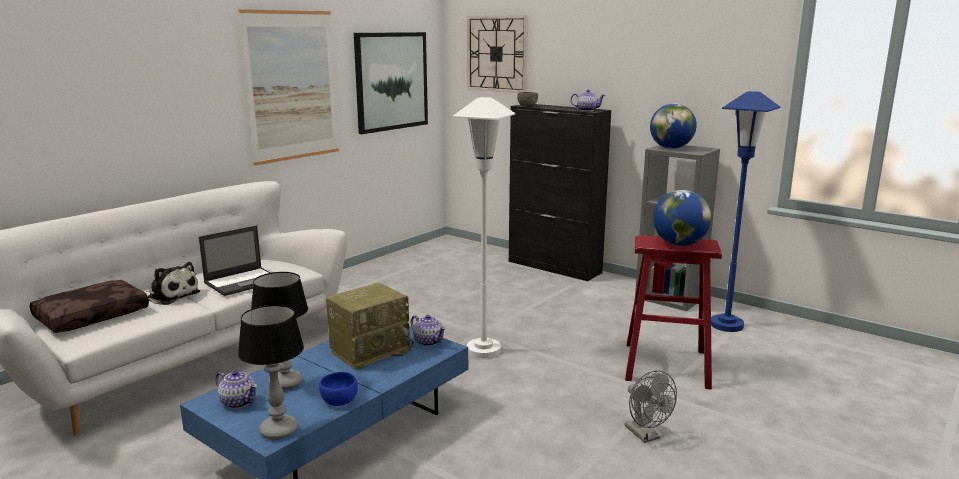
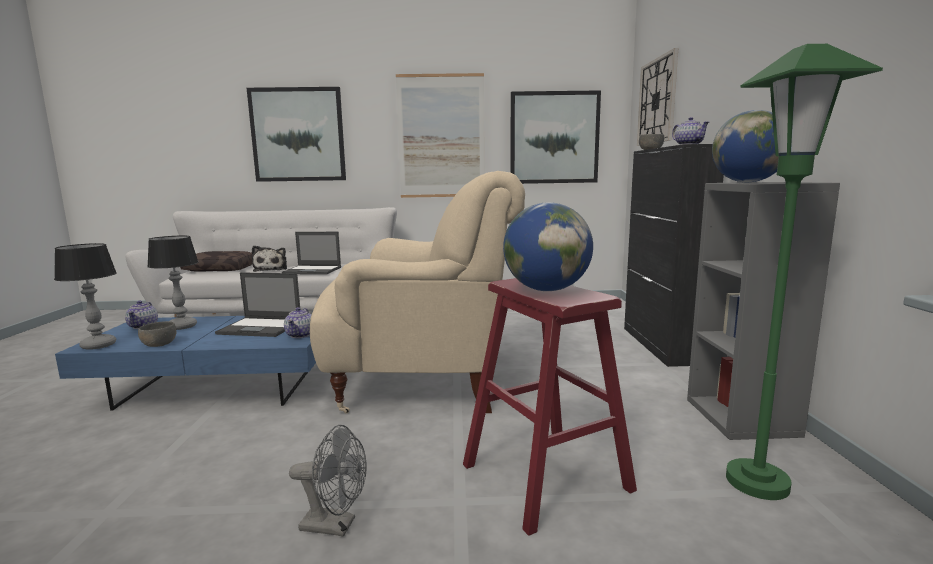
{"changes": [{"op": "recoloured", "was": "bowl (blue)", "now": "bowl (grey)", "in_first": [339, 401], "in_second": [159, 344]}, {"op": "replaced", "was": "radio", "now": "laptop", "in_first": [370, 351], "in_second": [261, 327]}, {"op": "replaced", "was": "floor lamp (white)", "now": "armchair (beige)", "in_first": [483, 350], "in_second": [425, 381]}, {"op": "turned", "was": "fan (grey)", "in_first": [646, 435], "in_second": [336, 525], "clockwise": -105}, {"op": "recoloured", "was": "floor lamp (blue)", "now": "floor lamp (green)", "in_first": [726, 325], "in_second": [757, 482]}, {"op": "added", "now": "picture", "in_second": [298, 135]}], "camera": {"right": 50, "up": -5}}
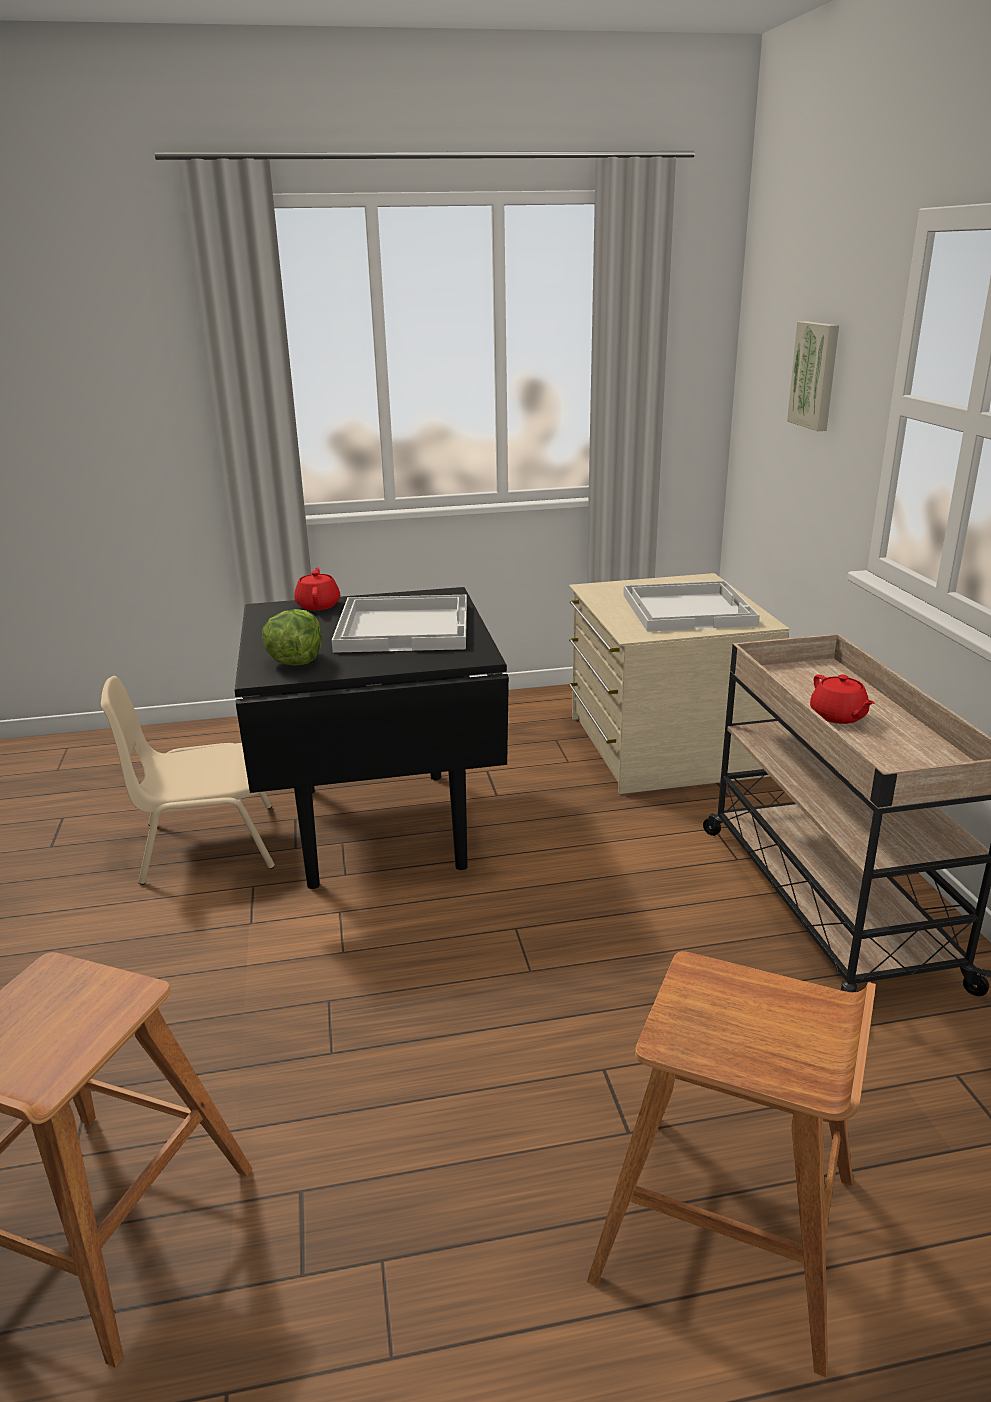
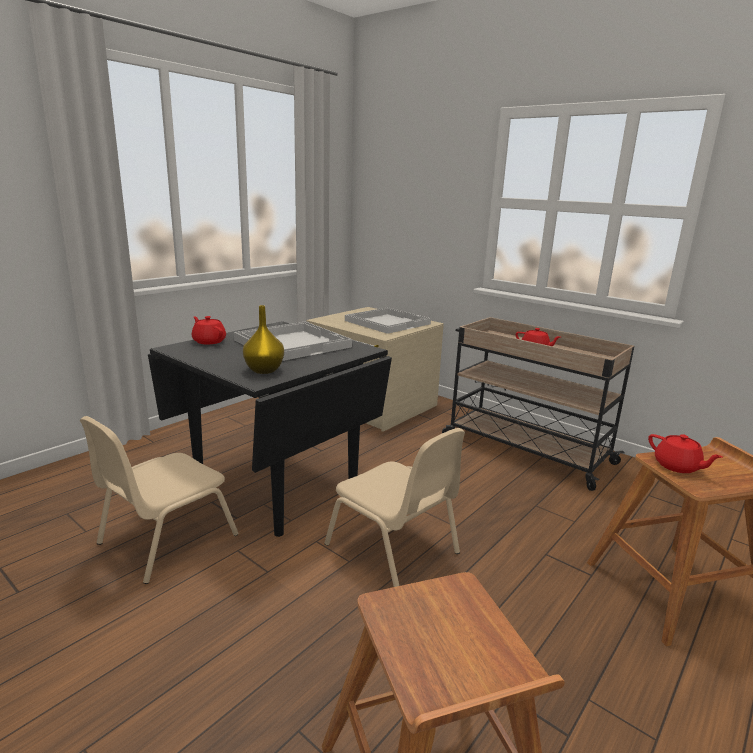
{"changes": [{"op": "replaced", "was": "lettuce", "now": "vase (yellow)", "in_first": [295, 662], "in_second": [264, 370]}, {"op": "removed", "was": "picture", "in_first": [816, 375]}, {"op": "added", "now": "chair (beige)", "in_second": [394, 549]}, {"op": "added", "now": "teapot (red)", "in_second": [677, 466]}], "camera": {"right": -40, "up": -5}}
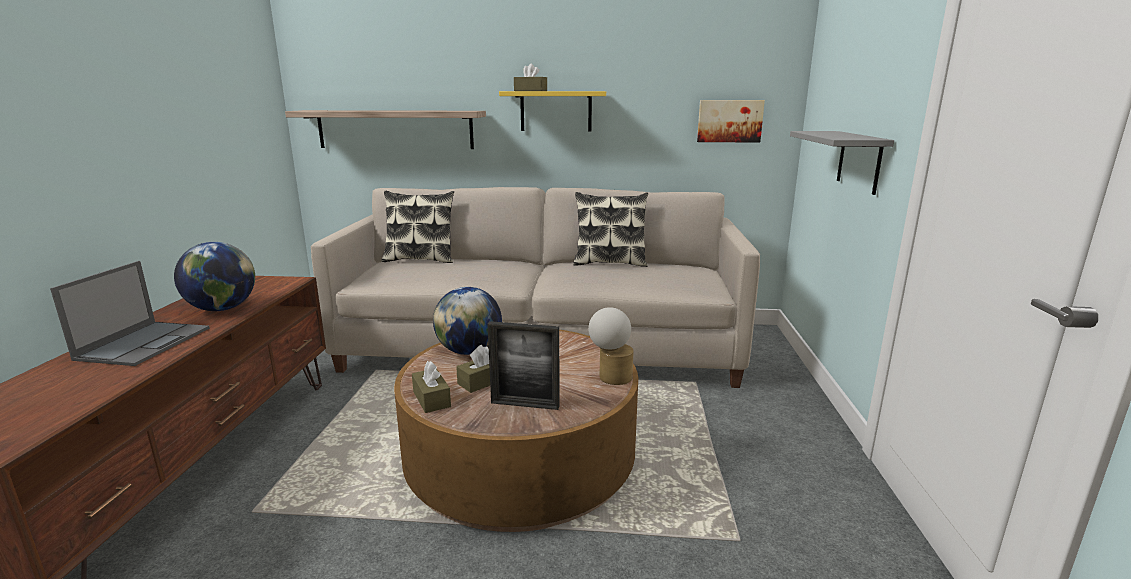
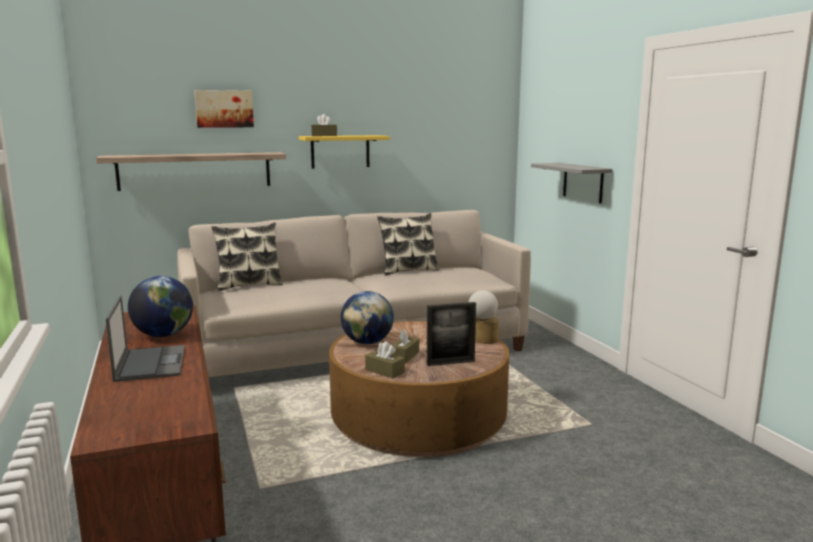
{"changes": [{"op": "moved", "was": "picture", "in_first": [729, 121], "in_second": [224, 109]}], "camera": {"right": -25, "up": -5}}
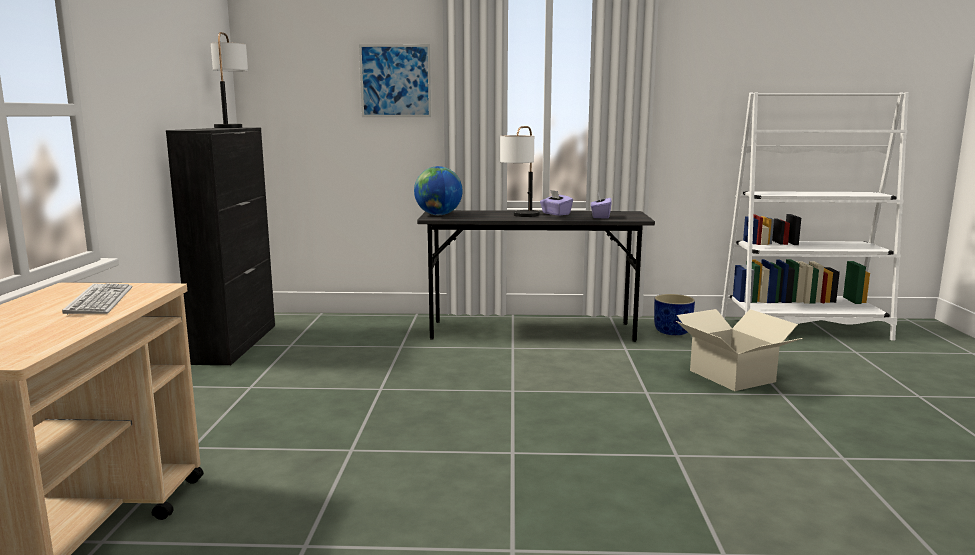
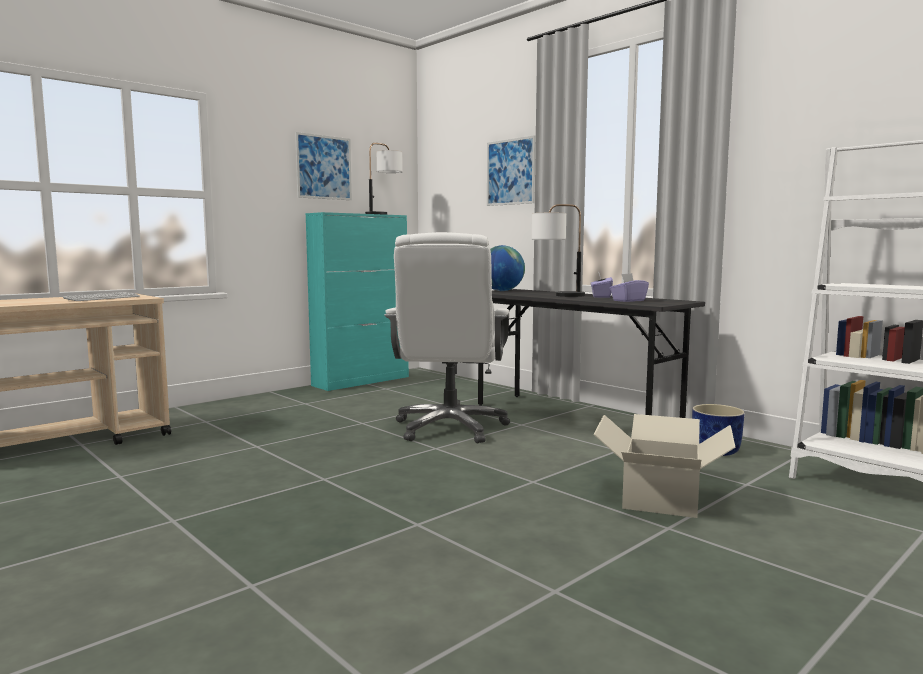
{"changes": [{"op": "recoloured", "was": "cabinet (black)", "now": "cabinet (turquoise)", "in_first": [236, 343], "in_second": [362, 381]}, {"op": "added", "now": "picture", "in_second": [324, 167]}, {"op": "added", "now": "office chair (white)", "in_second": [450, 428]}], "camera": {"right": 45, "up": -5}}
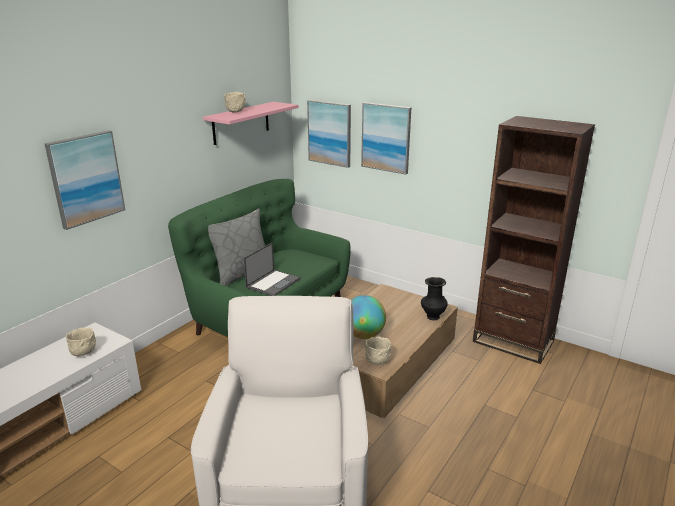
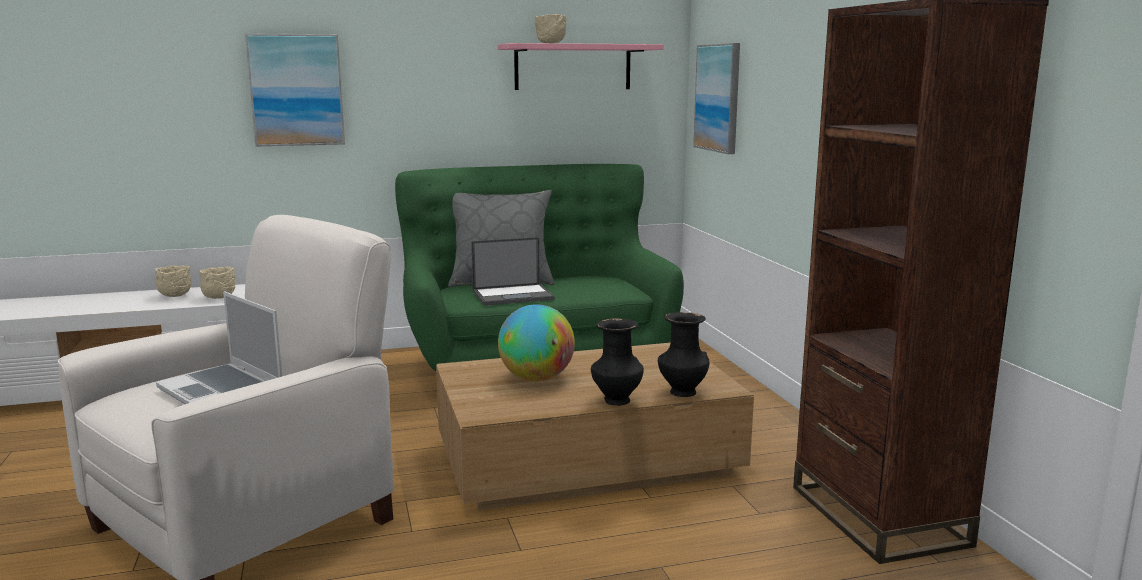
{"changes": [{"op": "removed", "was": "picture", "in_first": [386, 137]}, {"op": "moved", "was": "bowl (beige)", "in_first": [377, 362], "in_second": [174, 296]}, {"op": "added", "now": "laptop", "in_second": [223, 392]}, {"op": "added", "now": "vase (black)", "in_second": [616, 401]}], "camera": {"right": 40, "up": -10}}
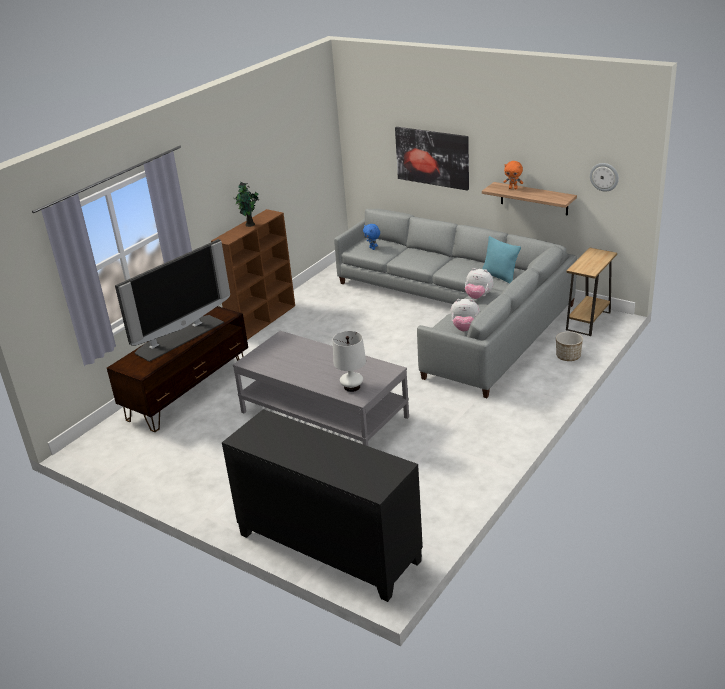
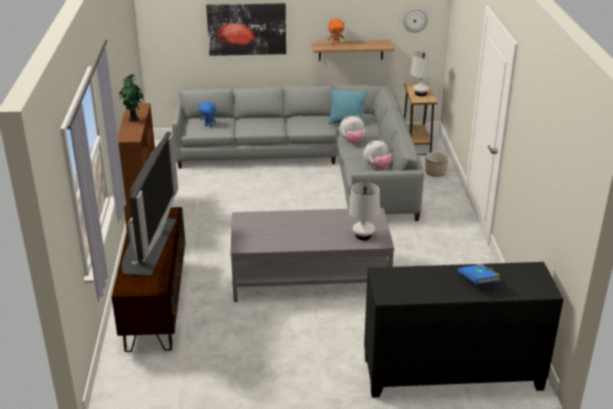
{"changes": [{"op": "added", "now": "table lamp (white)", "in_second": [420, 93]}, {"op": "added", "now": "book (blue)", "in_second": [478, 281]}], "camera": {"right": -40, "up": 0}}
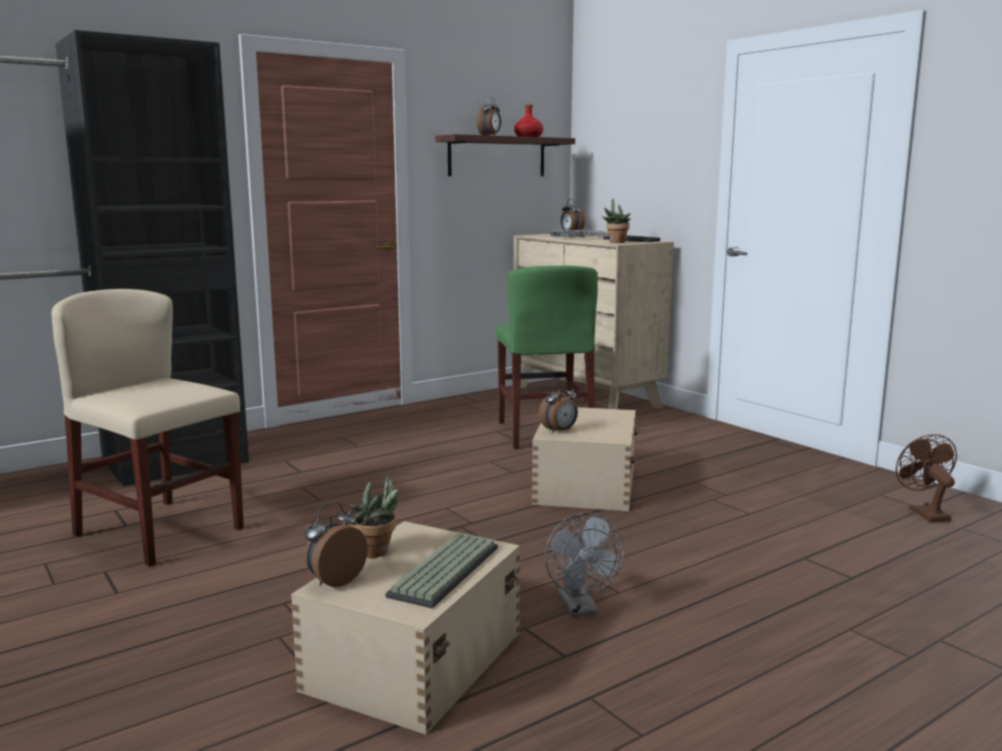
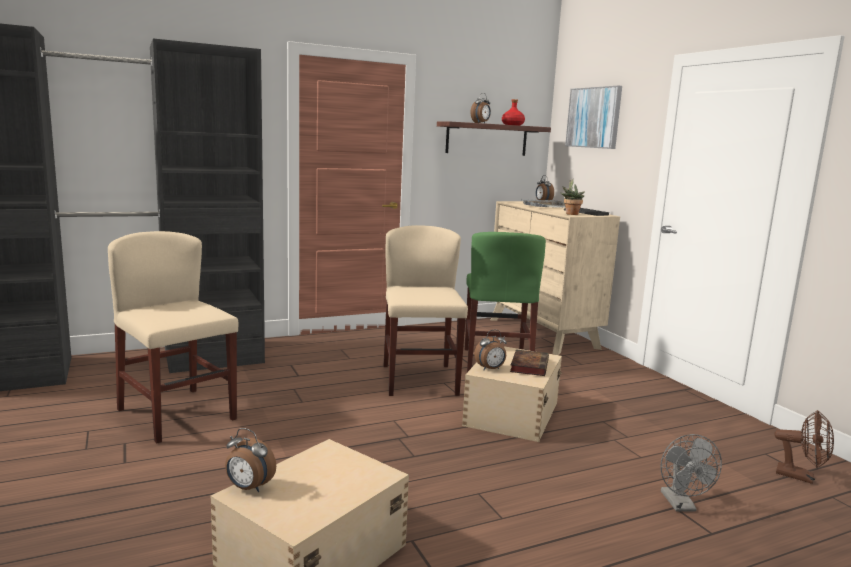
{"changes": [{"op": "turned", "was": "alarm clock", "in_first": [335, 580], "in_second": [248, 488], "clockwise": -120}, {"op": "removed", "was": "potted plant", "in_first": [378, 553]}, {"op": "removed", "was": "keyboard", "in_first": [446, 572]}, {"op": "moved", "was": "fan (grey)", "in_first": [580, 609], "in_second": [681, 505]}, {"op": "turned", "was": "fan (brown)", "in_first": [924, 513], "in_second": [801, 477], "clockwise": 120}, {"op": "added", "now": "chair (beige)", "in_second": [419, 380]}, {"op": "added", "now": "book", "in_second": [529, 365]}, {"op": "added", "now": "picture", "in_second": [594, 117]}], "camera": {"right": 10, "up": 0}}
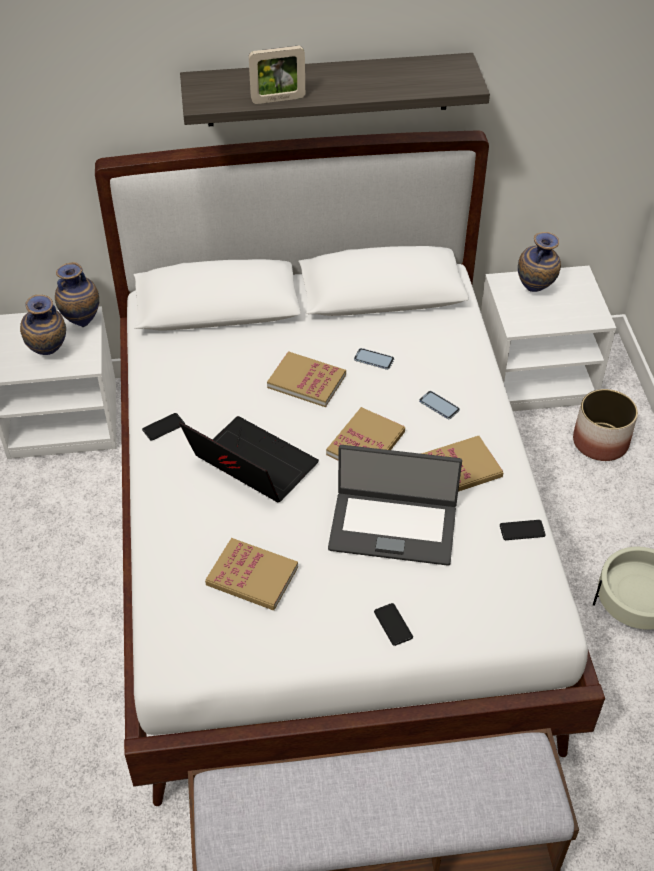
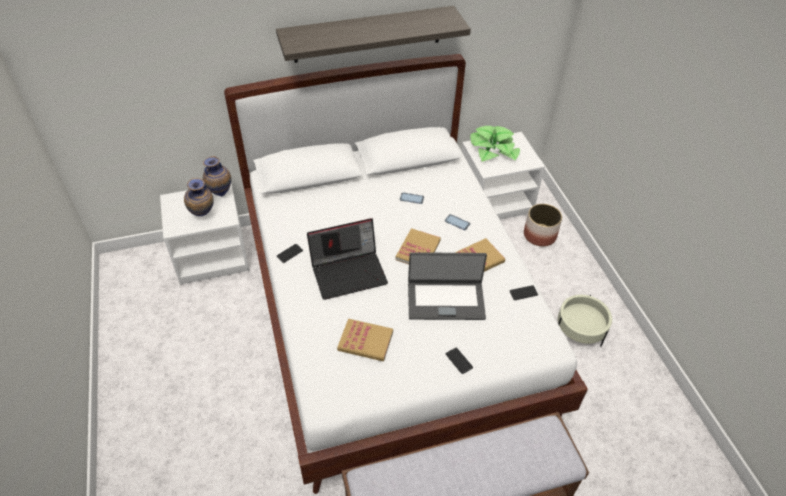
{"changes": [{"op": "turned", "was": "laptop", "in_first": [250, 466], "in_second": [349, 272], "clockwise": 135}, {"op": "removed", "was": "picture frame", "in_first": [278, 99]}, {"op": "removed", "was": "book", "in_first": [306, 381]}, {"op": "replaced", "was": "vase", "now": "potted plant", "in_first": [535, 291], "in_second": [493, 149]}], "camera": {"right": -10, "up": 0}}
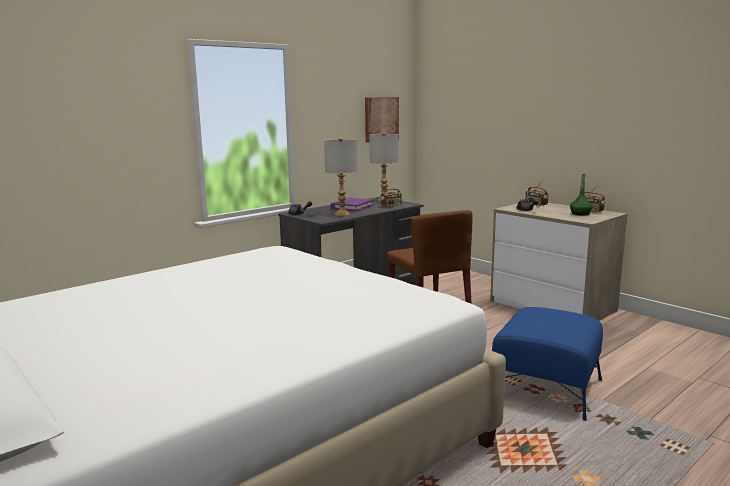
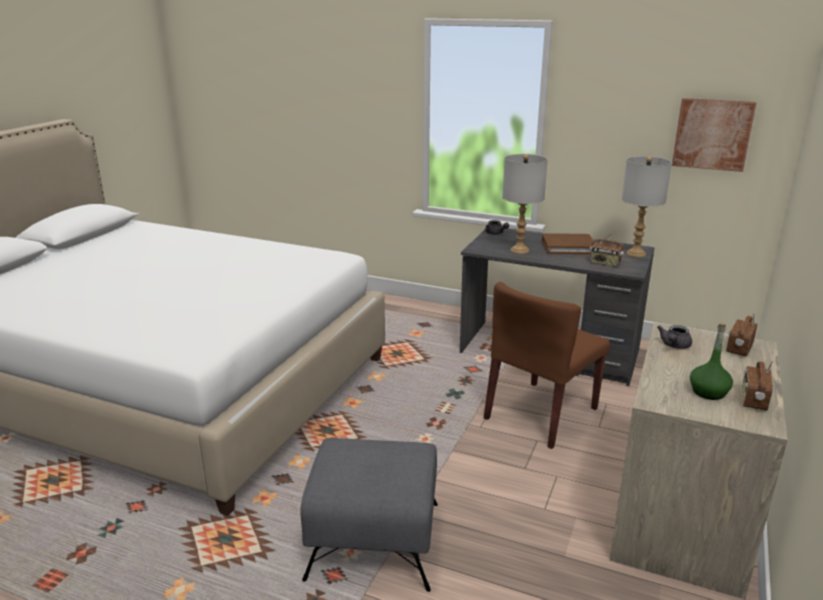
{"changes": [{"op": "recoloured", "was": "book (purple)", "now": "book (brown)", "in_first": [352, 207], "in_second": [568, 247]}, {"op": "recoloured", "was": "ottoman (blue)", "now": "ottoman (grey)", "in_first": [544, 388], "in_second": [373, 539]}], "camera": {"right": 65, "up": 10}}
